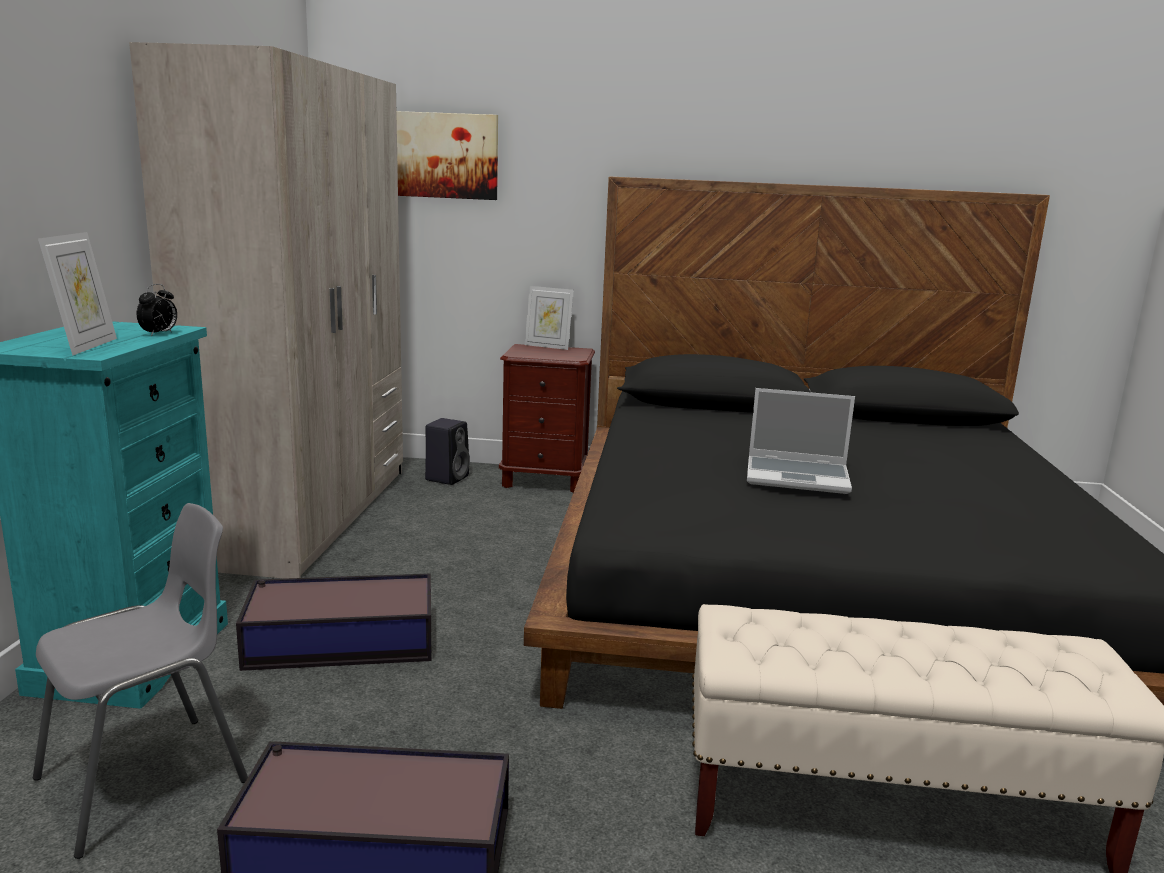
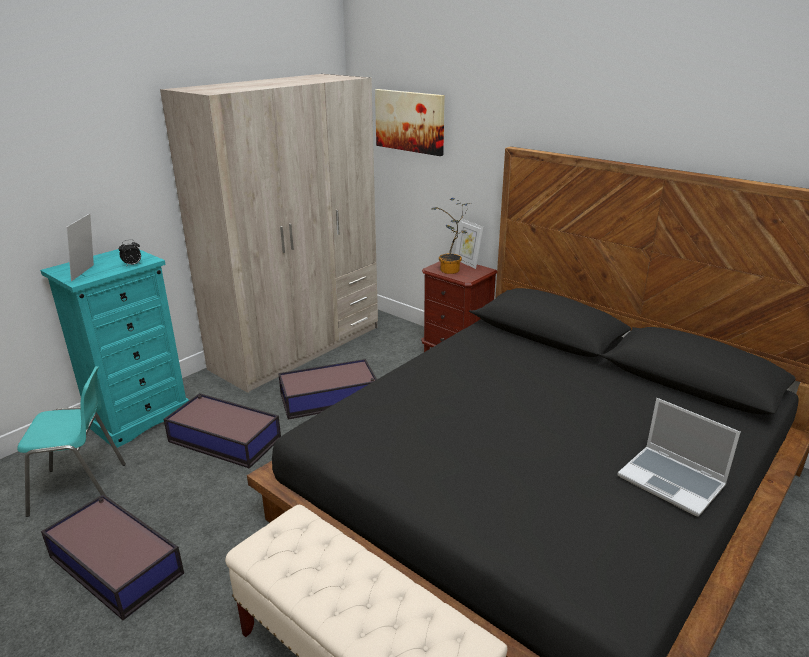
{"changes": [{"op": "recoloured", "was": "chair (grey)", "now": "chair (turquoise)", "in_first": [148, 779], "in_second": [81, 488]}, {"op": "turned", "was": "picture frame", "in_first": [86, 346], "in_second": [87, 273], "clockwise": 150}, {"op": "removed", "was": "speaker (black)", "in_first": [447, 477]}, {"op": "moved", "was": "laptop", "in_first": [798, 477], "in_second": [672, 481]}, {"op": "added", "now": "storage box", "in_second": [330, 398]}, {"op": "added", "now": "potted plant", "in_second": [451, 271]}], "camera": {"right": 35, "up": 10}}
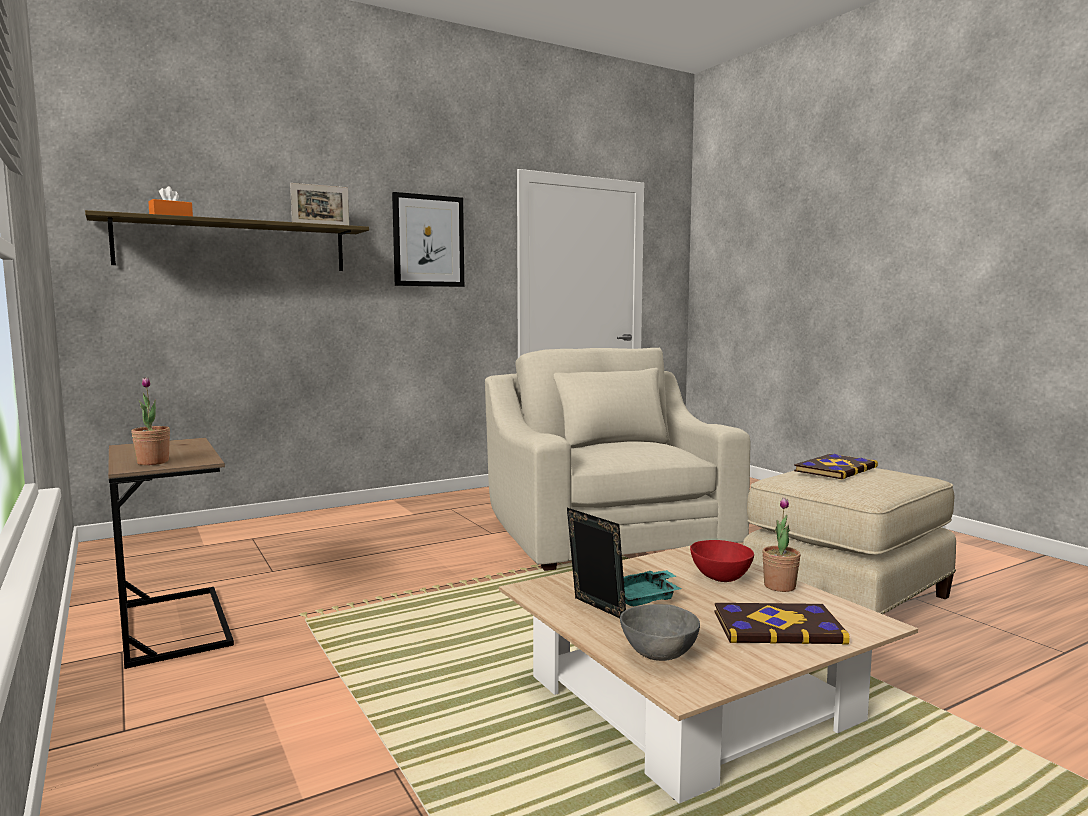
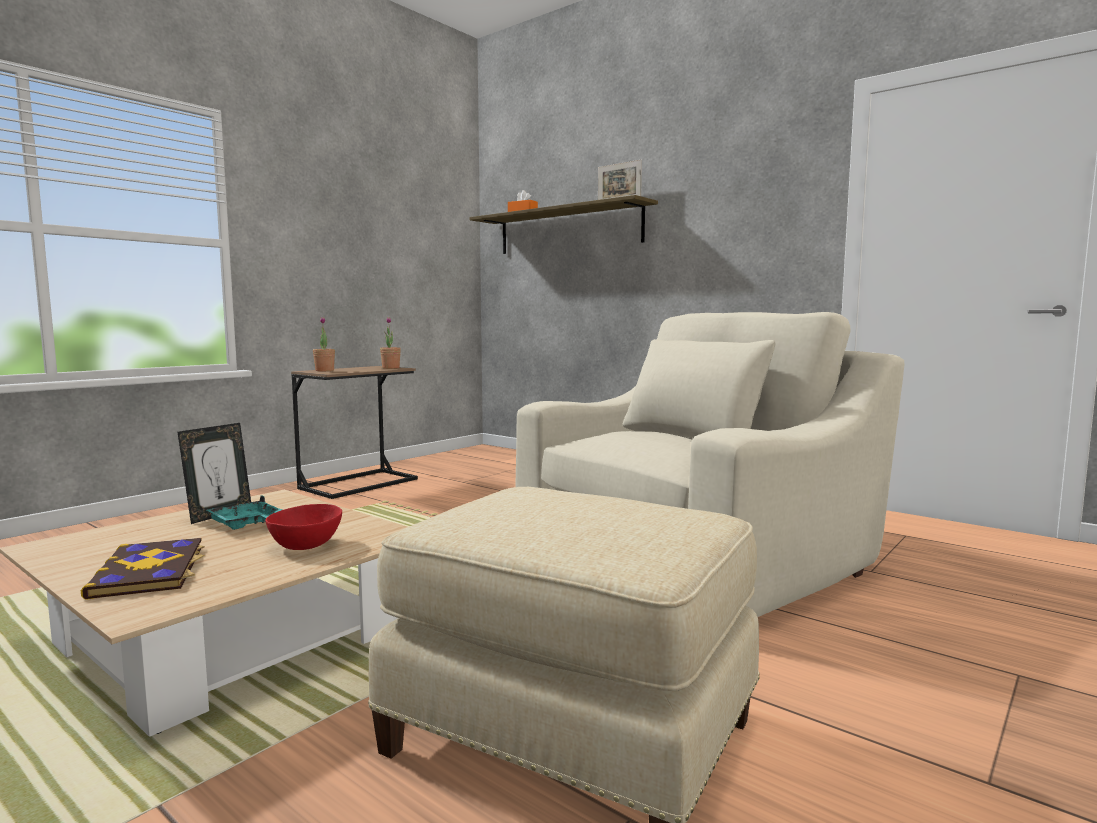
{"changes": [{"op": "removed", "was": "picture", "in_first": [428, 241]}, {"op": "removed", "was": "bowl (grey)", "in_first": [657, 654]}, {"op": "moved", "was": "potted plant", "in_first": [779, 586], "in_second": [390, 368]}, {"op": "removed", "was": "book", "in_first": [834, 469]}], "camera": {"right": 70, "up": 0}}
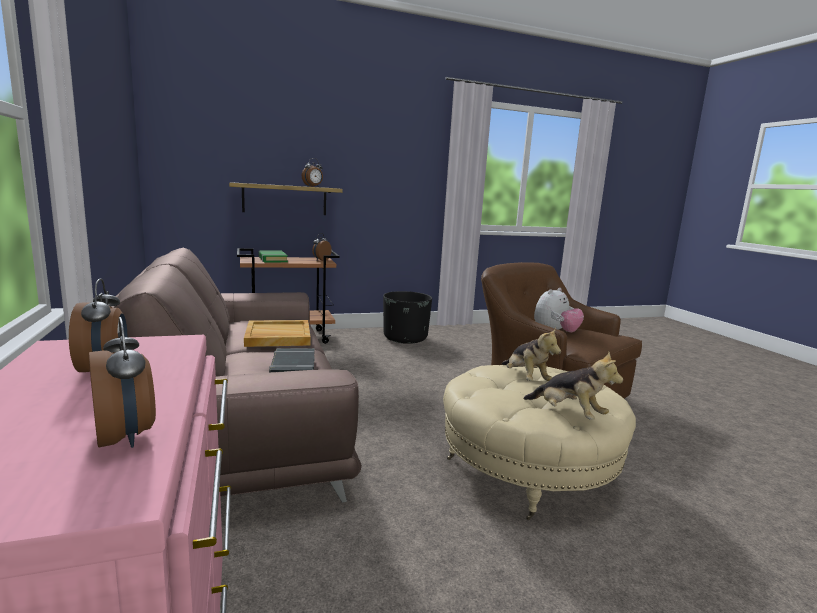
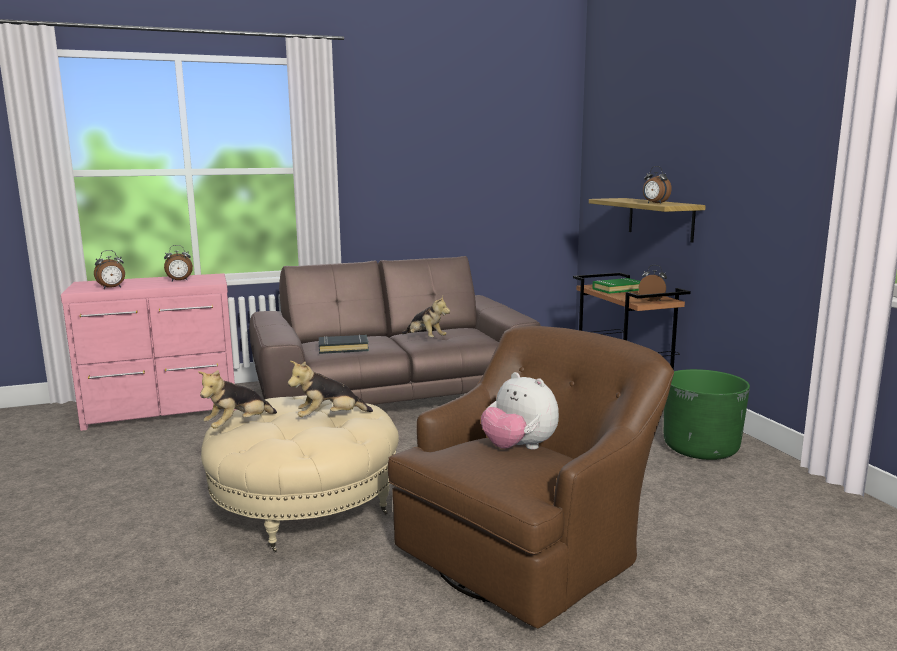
{"changes": [{"op": "replaced", "was": "tray (beige)", "now": "plush toy", "in_first": [277, 336], "in_second": [425, 339]}, {"op": "recoloured", "was": "planter (black)", "now": "planter (green)", "in_first": [405, 338], "in_second": [700, 448]}], "camera": {"right": 90, "up": 0}}
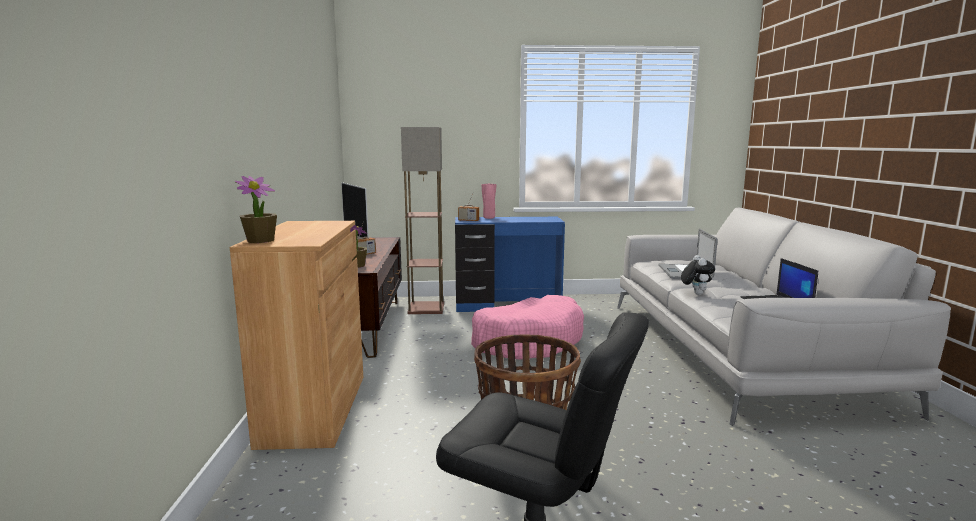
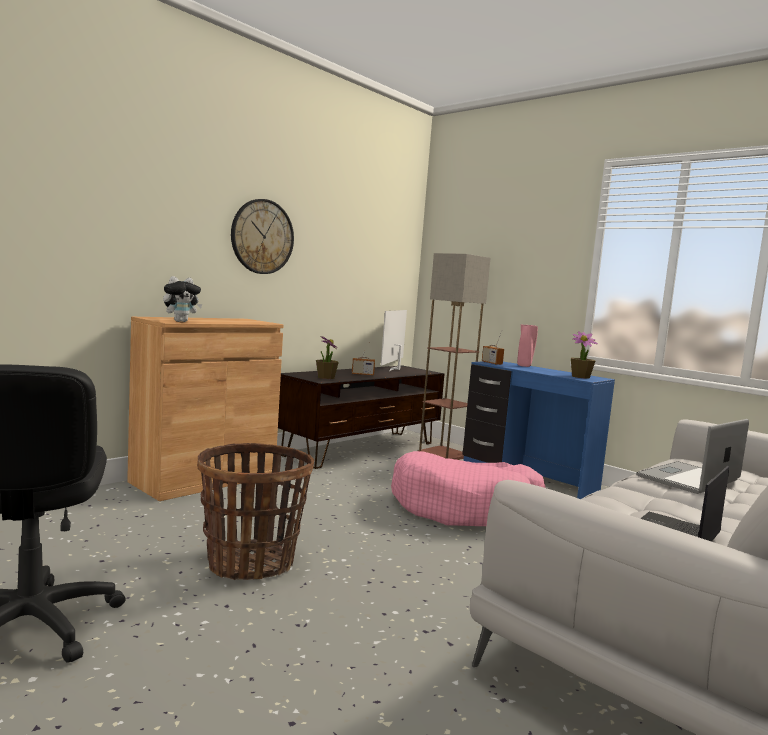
{"changes": [{"op": "moved", "was": "potted plant", "in_first": [260, 240], "in_second": [580, 377]}, {"op": "moved", "was": "plush toy", "in_first": [695, 293], "in_second": [181, 321]}, {"op": "added", "now": "wall clock", "in_second": [262, 236]}], "camera": {"right": 45, "up": -5}}
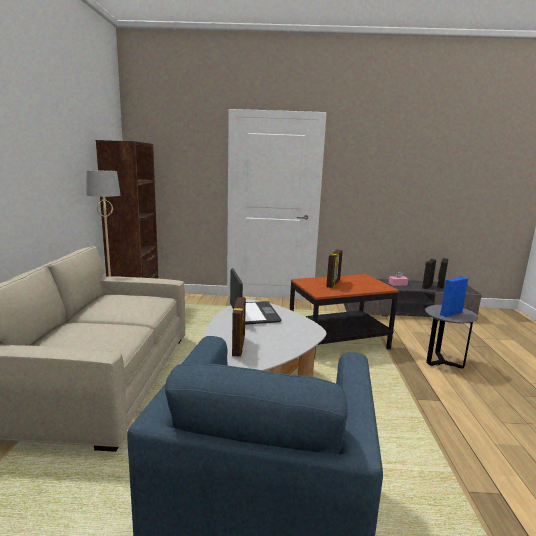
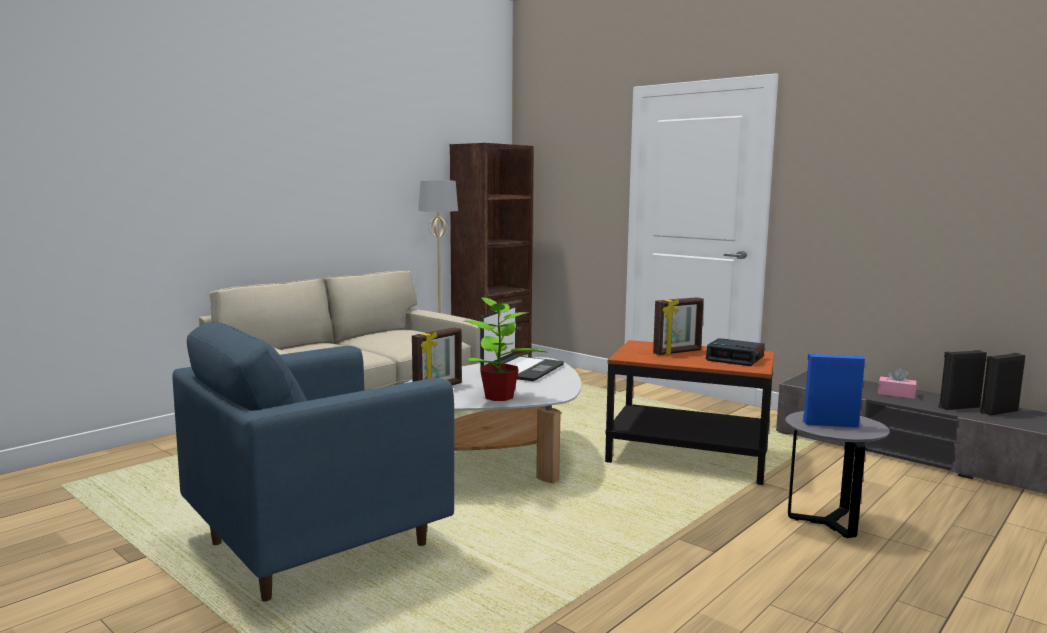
{"changes": [{"op": "added", "now": "potted plant", "in_second": [499, 397]}, {"op": "added", "now": "alarm clock", "in_second": [735, 359]}], "camera": {"right": 40, "up": -5}}
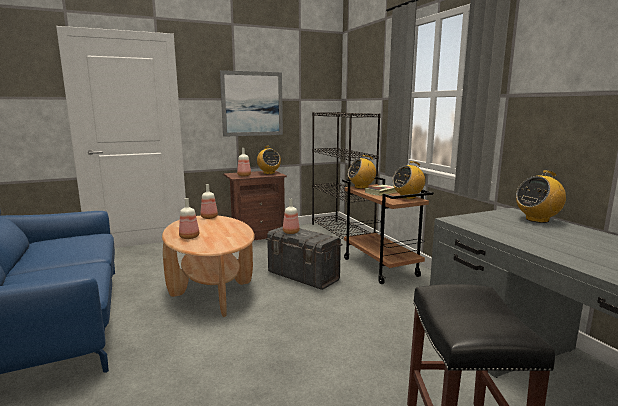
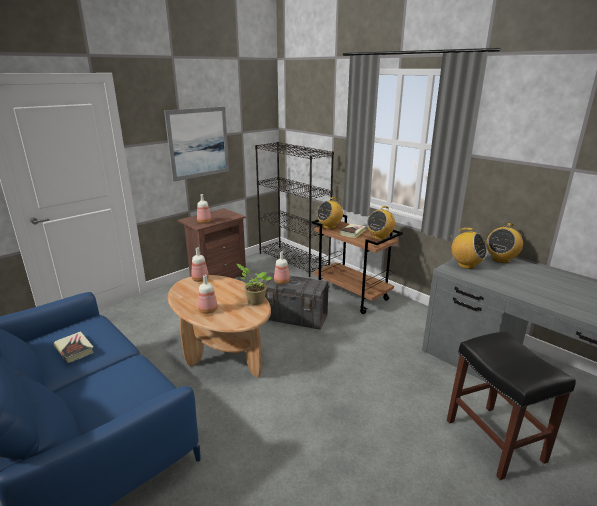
{"changes": [{"op": "moved", "was": "radio", "in_first": [269, 173], "in_second": [466, 265]}, {"op": "added", "now": "book", "in_second": [74, 349]}, {"op": "added", "now": "potted plant", "in_second": [254, 301]}], "camera": {"right": -20, "up": 10}}
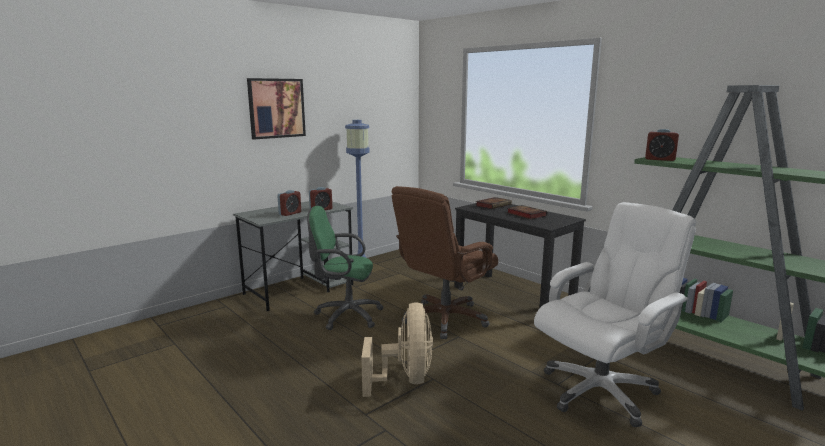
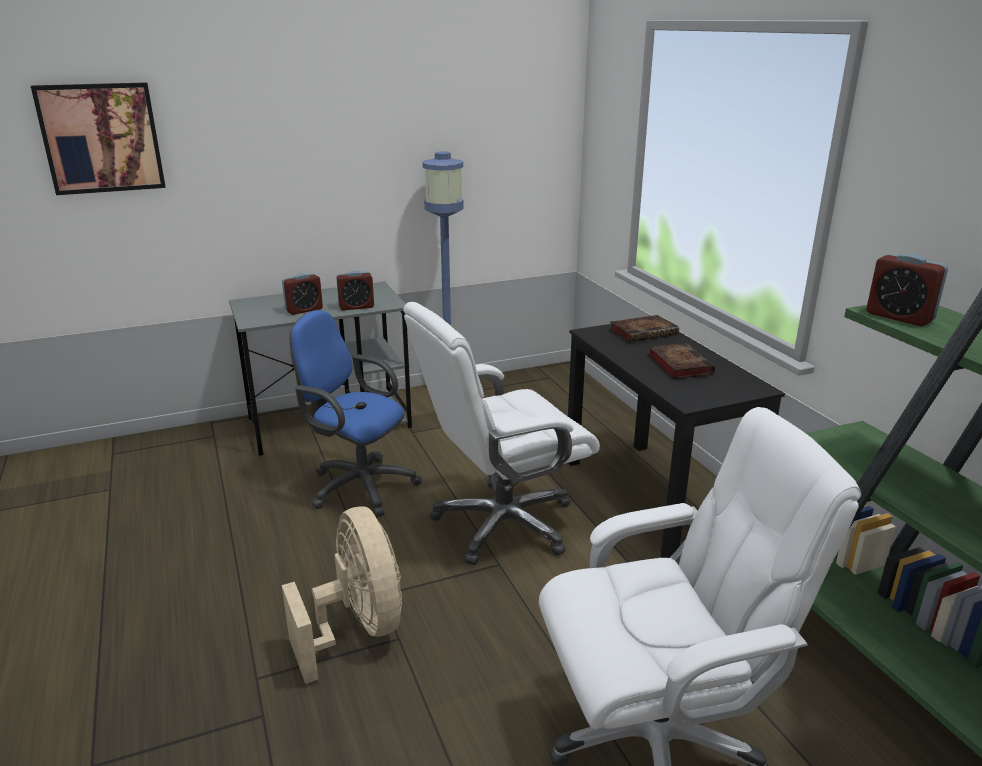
{"changes": [{"op": "moved", "was": "picture", "in_first": [276, 108], "in_second": [101, 138]}, {"op": "recoloured", "was": "office chair (green)", "now": "office chair (blue)", "in_first": [345, 315], "in_second": [358, 485]}, {"op": "turned", "was": "fan (beige)", "in_first": [405, 379], "in_second": [357, 629], "clockwise": -45}, {"op": "recoloured", "was": "office chair (brown)", "now": "office chair (white)", "in_first": [445, 319], "in_second": [502, 524]}], "camera": {"right": 20, "up": 10}}
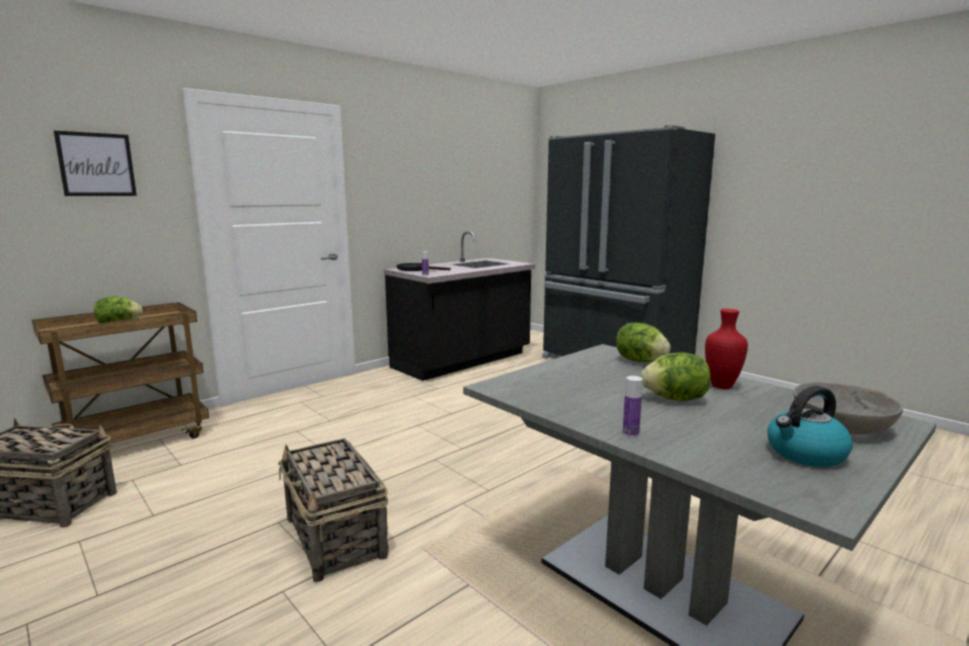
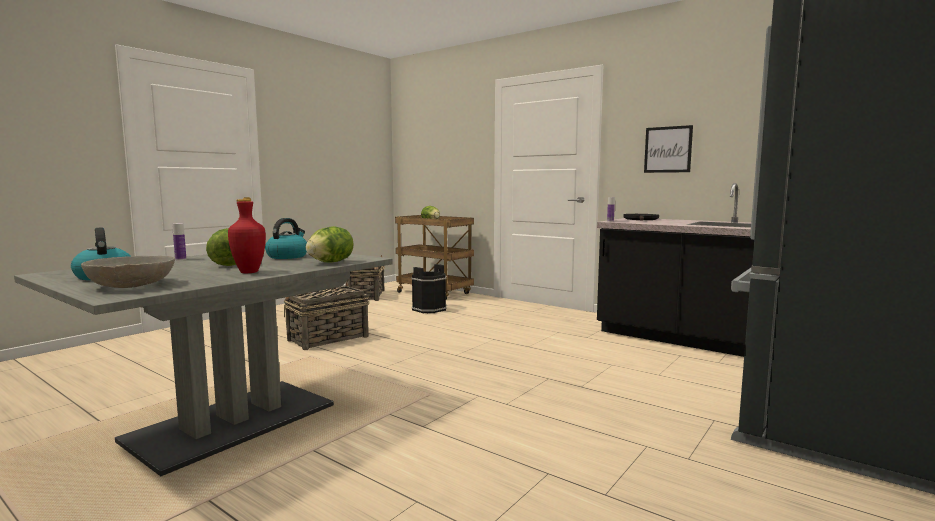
{"changes": [{"op": "moved", "was": "picture", "in_first": [96, 164], "in_second": [668, 149]}, {"op": "added", "now": "kettle", "in_second": [287, 256]}, {"op": "added", "now": "bucket (black)", "in_second": [429, 309]}], "camera": {"right": 80, "up": -5}}
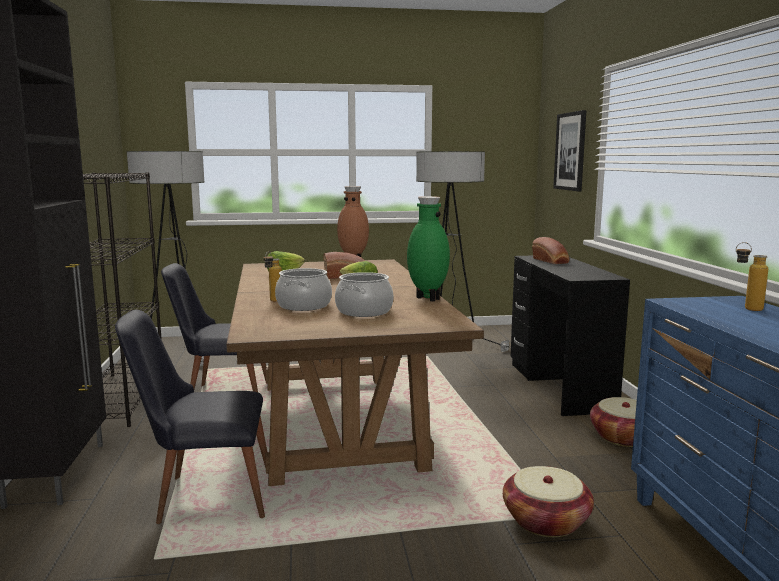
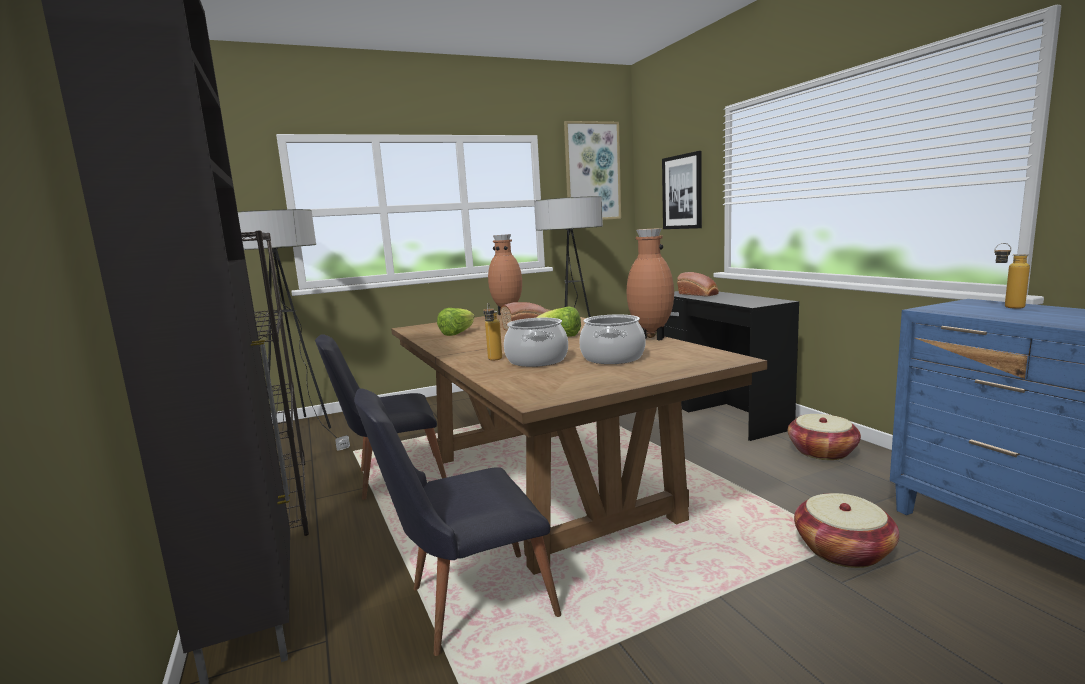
{"changes": [{"op": "recoloured", "was": "vase (green)", "now": "vase (brown)", "in_first": [426, 299], "in_second": [650, 338]}, {"op": "added", "now": "picture", "in_second": [592, 172]}], "camera": {"right": -15, "up": 0}}
